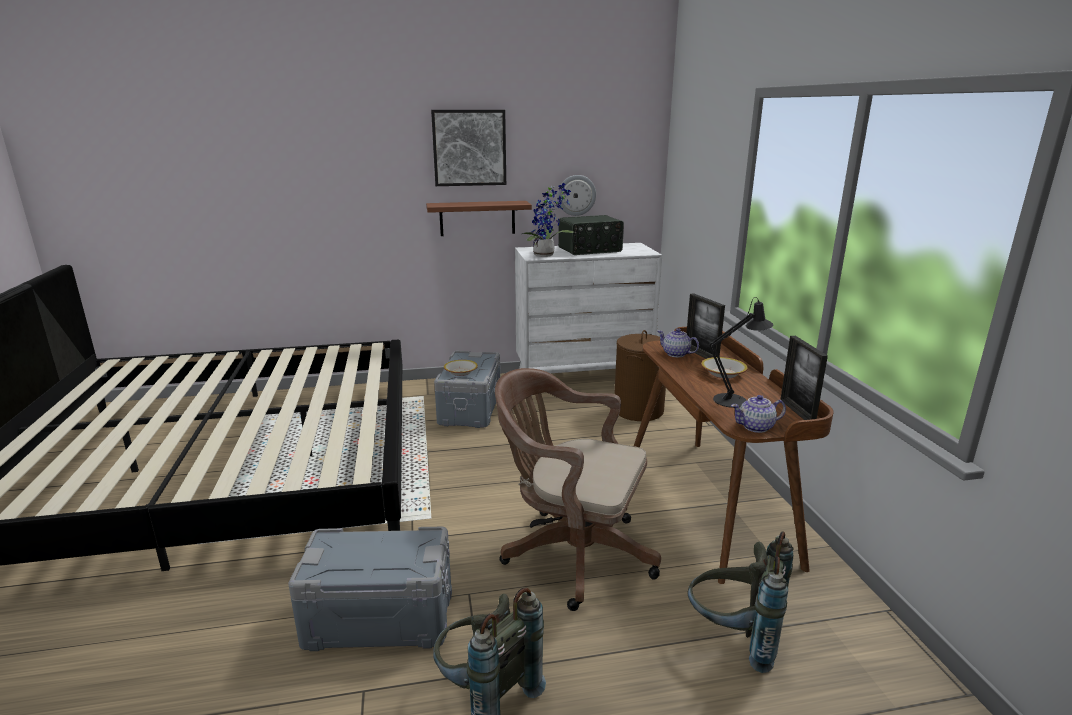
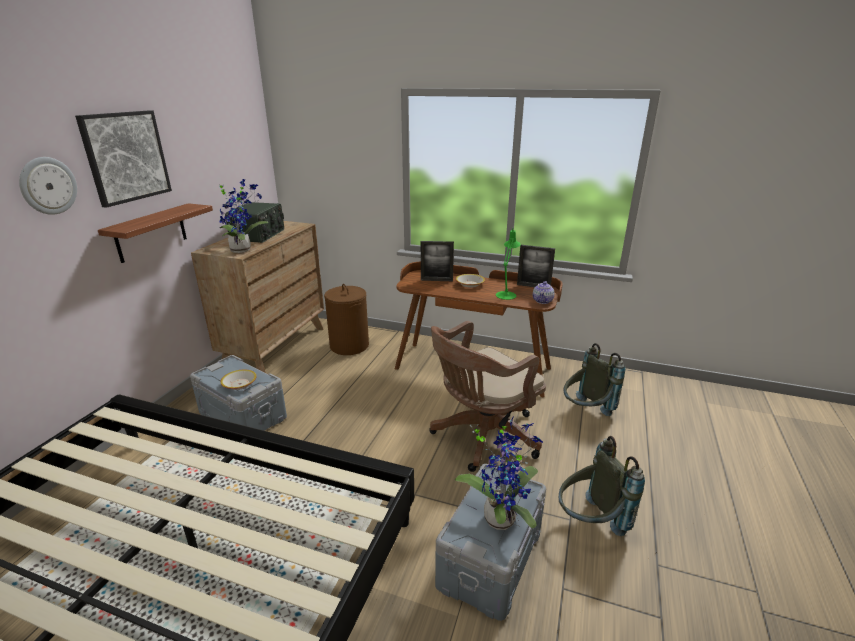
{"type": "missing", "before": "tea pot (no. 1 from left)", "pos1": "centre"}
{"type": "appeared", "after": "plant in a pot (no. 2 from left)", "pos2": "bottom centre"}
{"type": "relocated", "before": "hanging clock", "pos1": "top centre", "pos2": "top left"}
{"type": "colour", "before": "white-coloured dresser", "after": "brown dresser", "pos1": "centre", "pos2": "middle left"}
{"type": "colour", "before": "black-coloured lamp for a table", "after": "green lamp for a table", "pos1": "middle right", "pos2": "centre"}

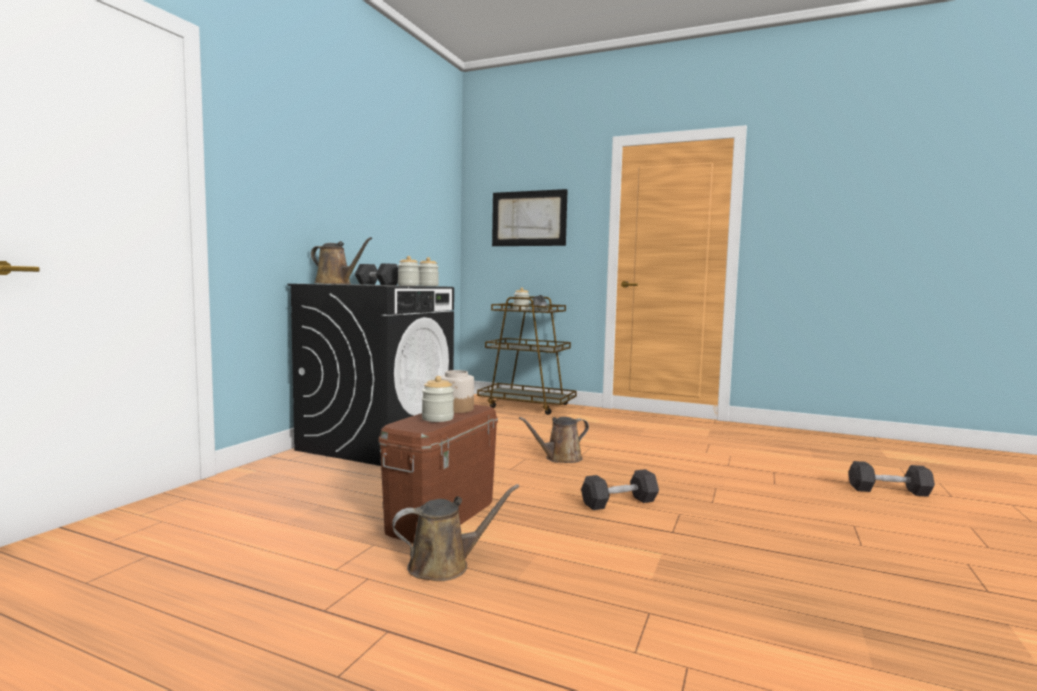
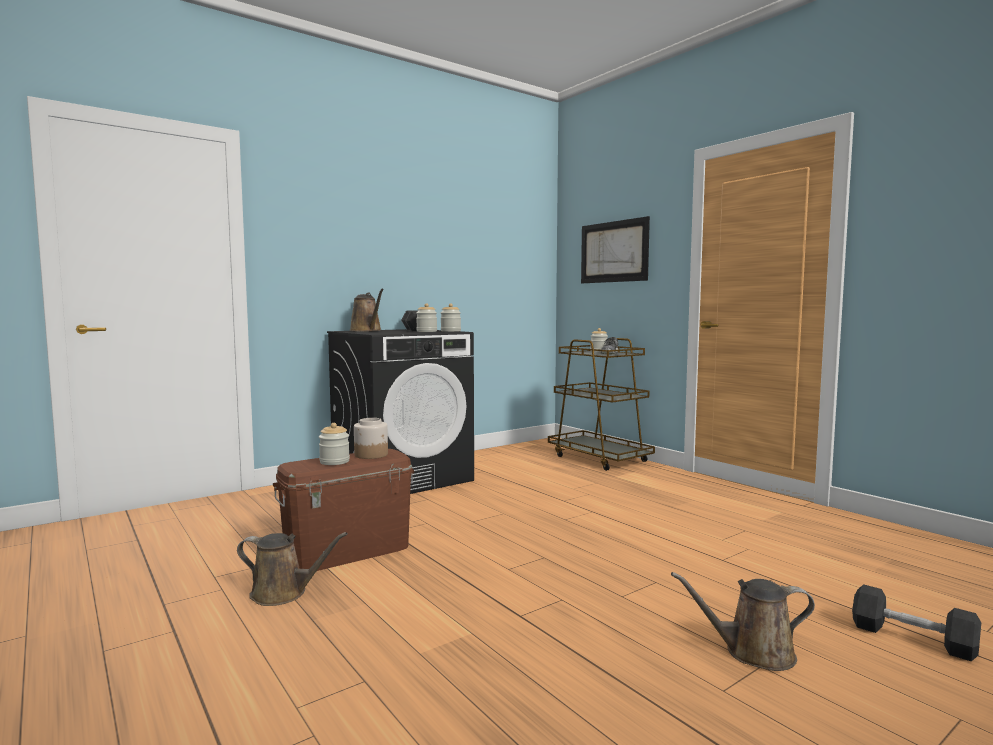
{"type": "missing", "before": "black-coloured hand weight (no. 2 from left)", "pos1": "bottom centre"}
{"type": "relocated", "before": "brown sprinkling can (no. 3 from left)", "pos1": "centre", "pos2": "bottom right"}

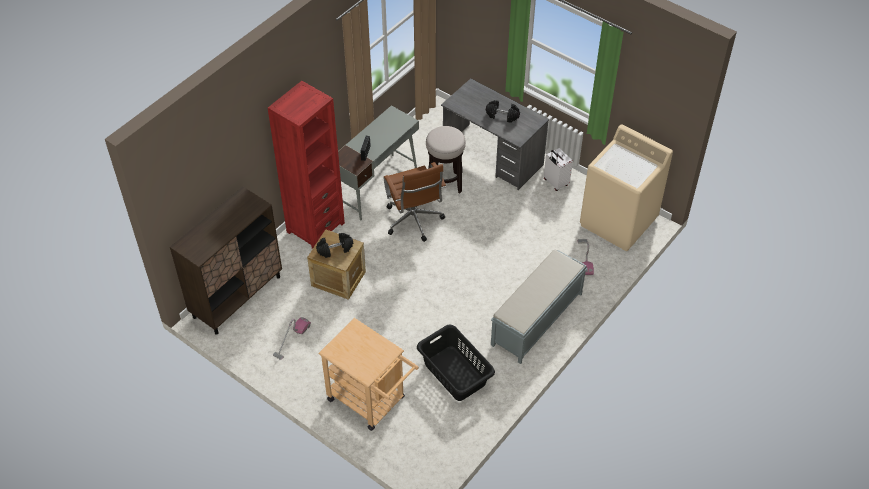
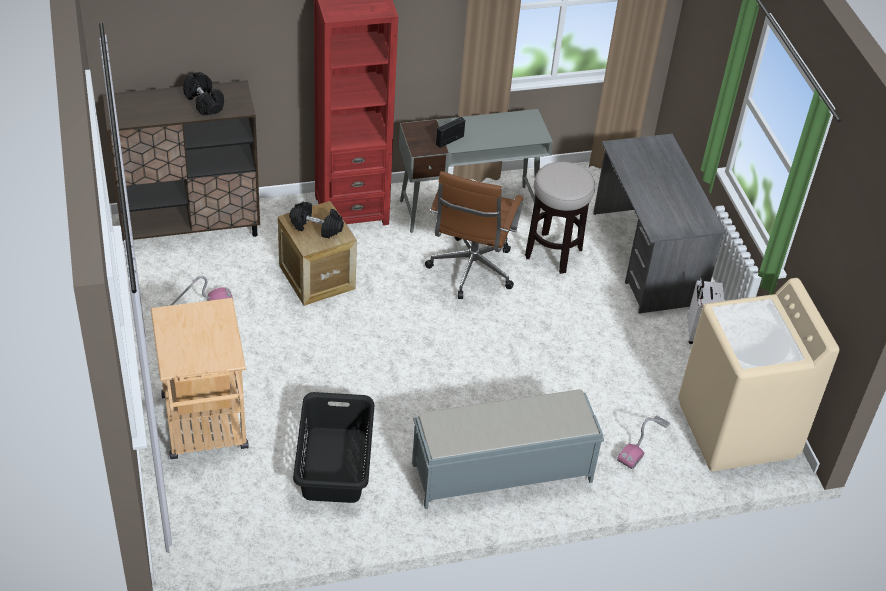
{"type": "relocated", "before": "black-coloured hand weight (no. 2 from left in the first image)", "after": "black-coloured hand weight (no. 1 from left)", "pos1": "top centre", "pos2": "top left"}

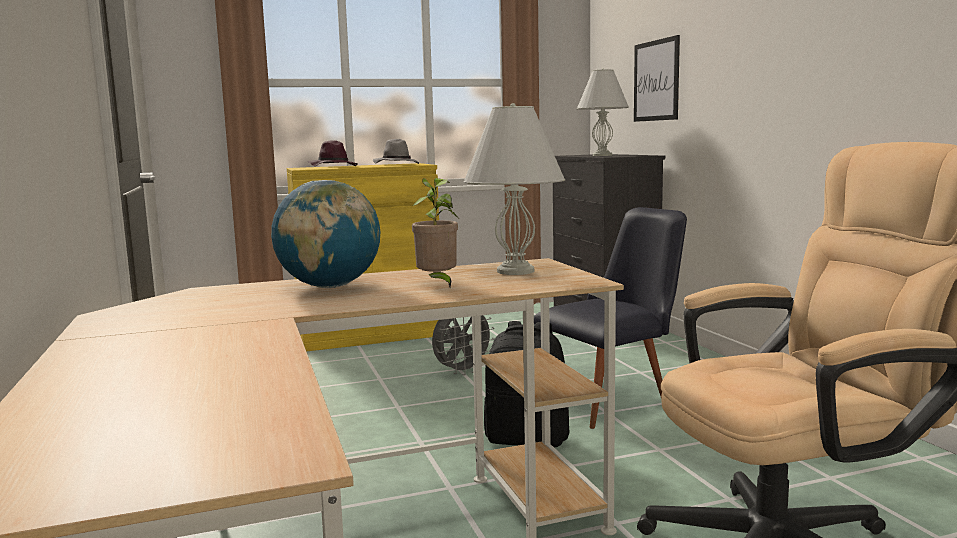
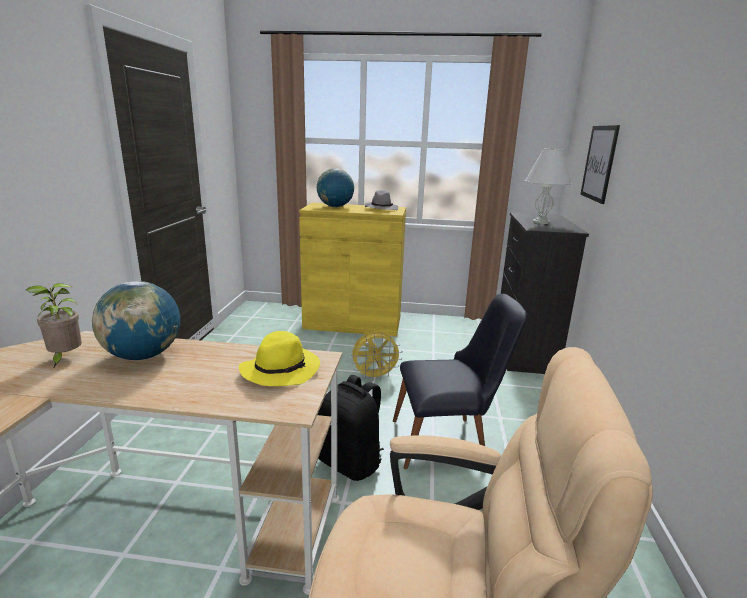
{"type": "relocated", "before": "plant in a pot", "pos1": "centre", "pos2": "middle left"}
{"type": "exchanged", "before": "purplish hat", "after": "desk globe (no. 2 from left)", "pos1": "top centre", "pos2": "top centre"}
{"type": "exchanged", "before": "white-coloured lamp for a table (no. 1 from left)", "after": "yellow-coloured hat", "pos1": "centre", "pos2": "centre"}
{"type": "colour", "before": "gray electric fan", "after": "yellow-coloured electric fan", "pos1": "centre", "pos2": "centre"}

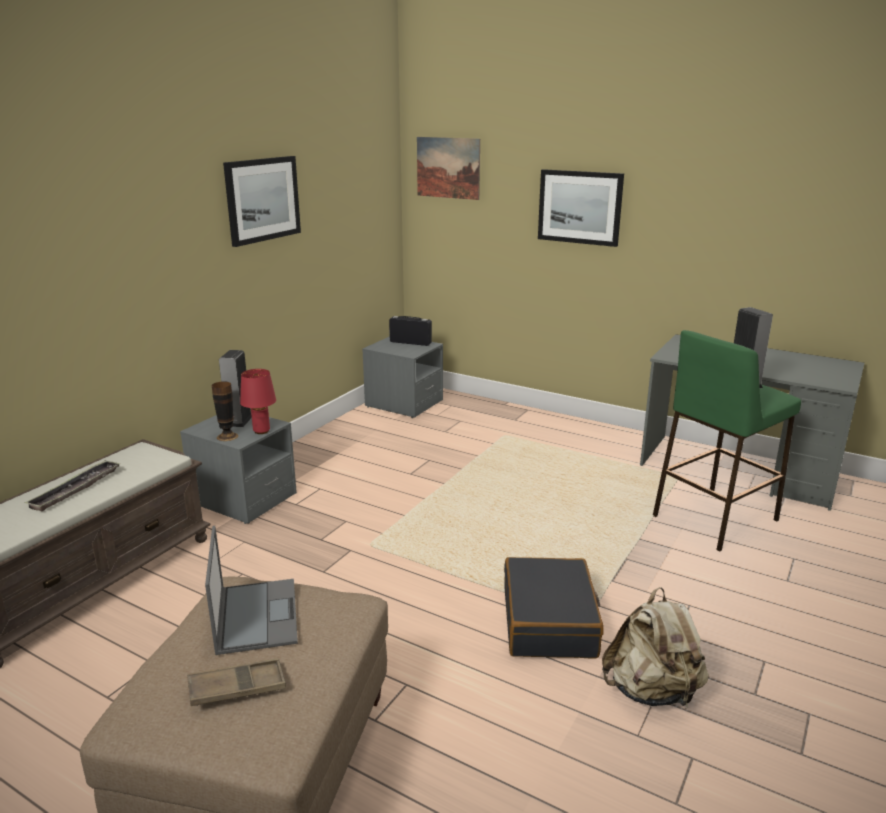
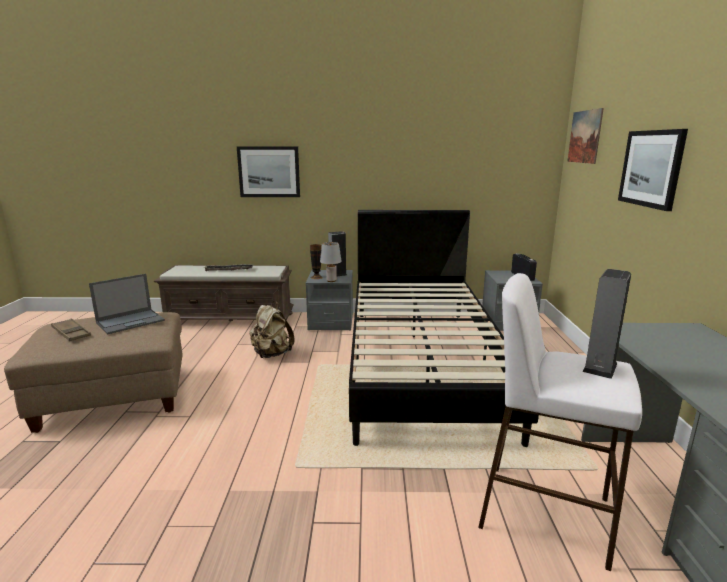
{"type": "missing", "before": "black-coloured piece of luggage", "pos1": "bottom centre"}
{"type": "appeared", "after": "black-coloured sleeping bed", "pos2": "centre"}
{"type": "relocated", "before": "wall picture (no. 1 from left)", "pos1": "top left", "pos2": "top centre"}
{"type": "relocated", "before": "beige backpack", "pos1": "bottom right", "pos2": "centre"}
{"type": "colour", "before": "red lamp for a table", "after": "gray lamp for a table", "pos1": "middle left", "pos2": "centre"}
{"type": "colour", "before": "green stool seat", "after": "white-coloured stool seat", "pos1": "middle right", "pos2": "bottom right"}

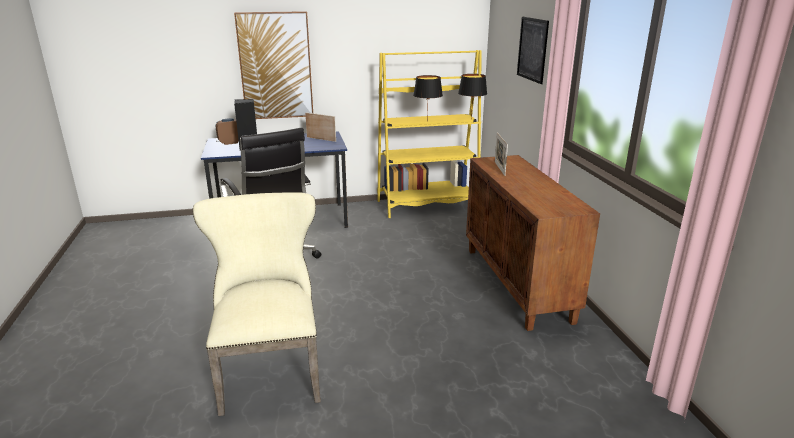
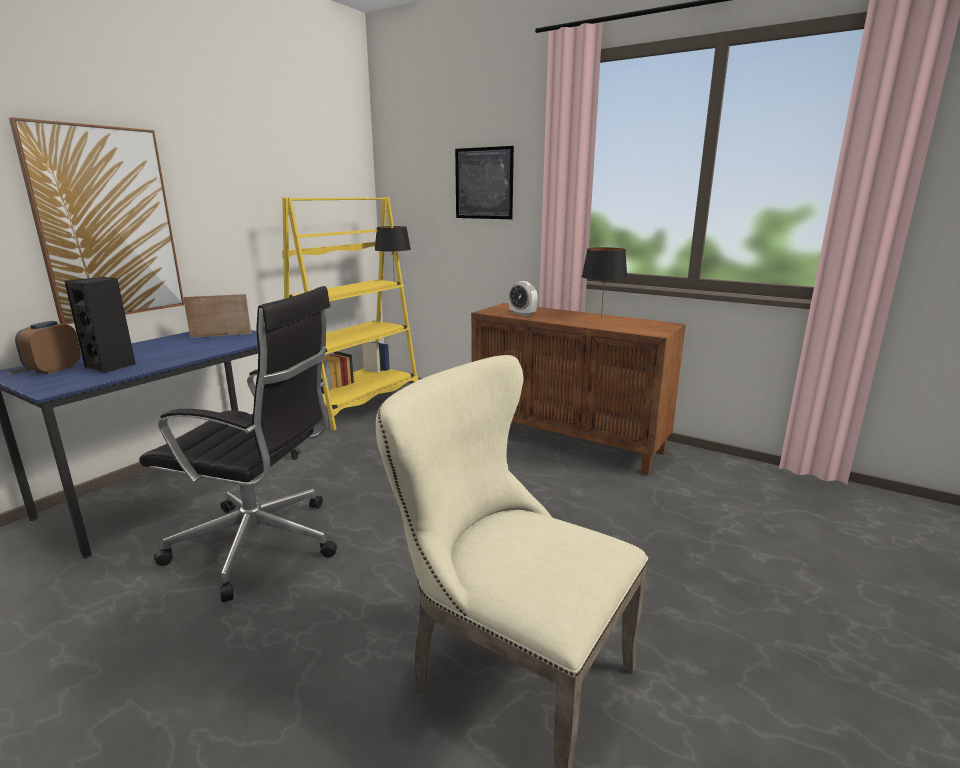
{"type": "relocated", "before": "black-coloured lamp for a table (no. 1 from left in the first image)", "after": "black-coloured lamp for a table (no. 2 from left)", "pos1": "top centre", "pos2": "centre"}
{"type": "exchanged", "before": "photo frame (no. 2 from left)", "after": "alarm clock (no. 2 from left)", "pos1": "centre", "pos2": "centre"}

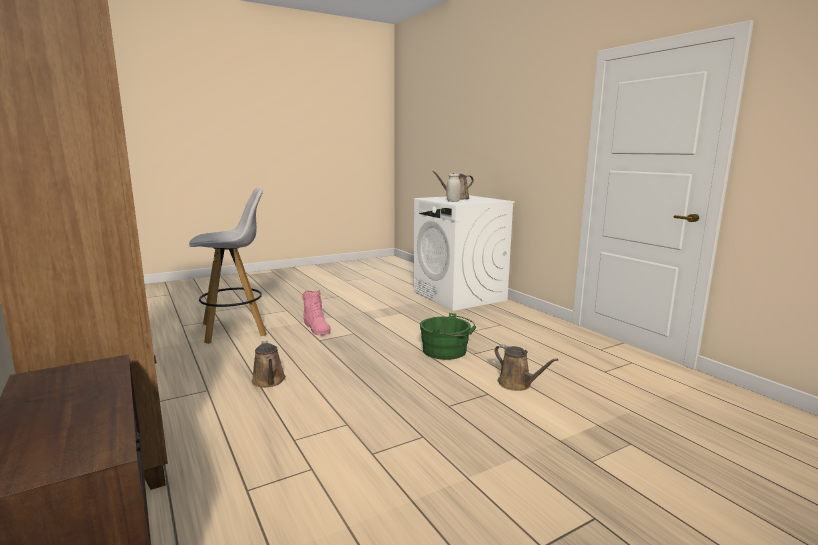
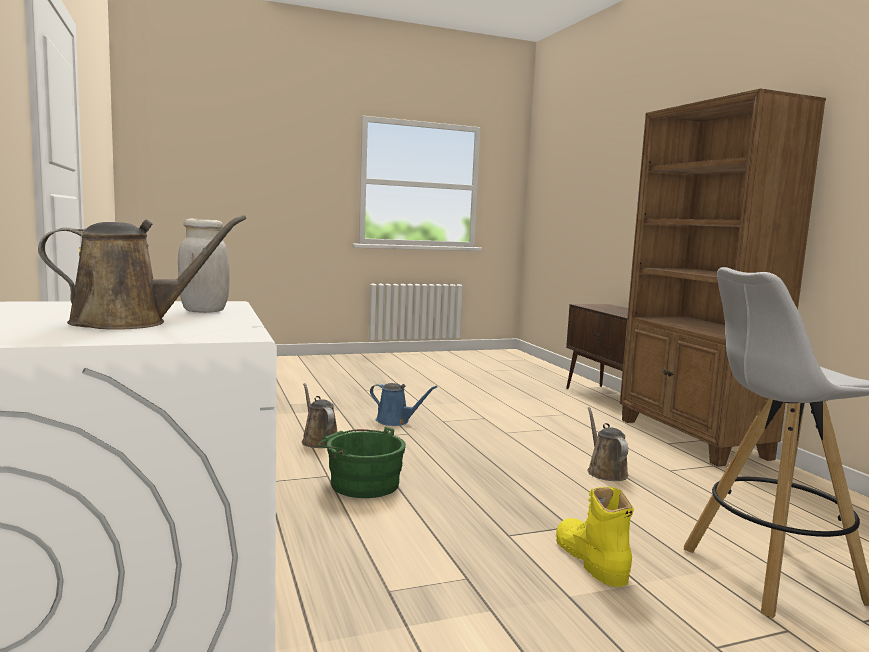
{"type": "appeared", "after": "blue sprinkling can", "pos2": "centre"}
{"type": "colour", "before": "pink-coloured tall boot", "after": "yellow-coloured tall boot", "pos1": "centre", "pos2": "bottom right"}

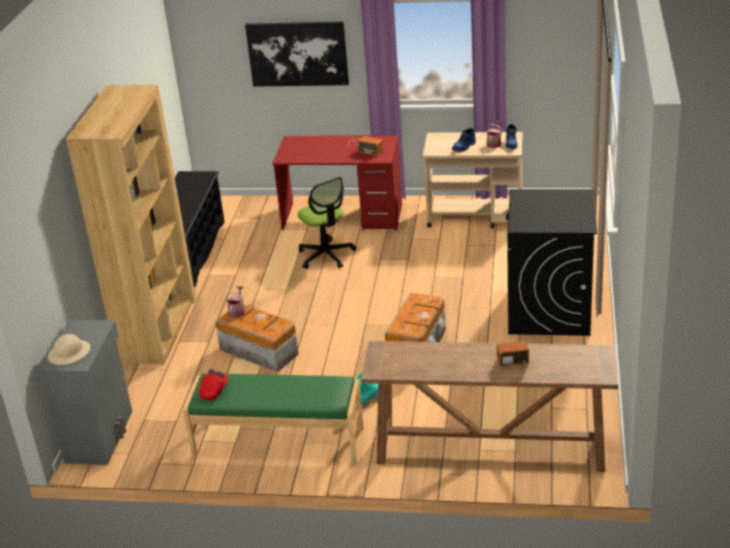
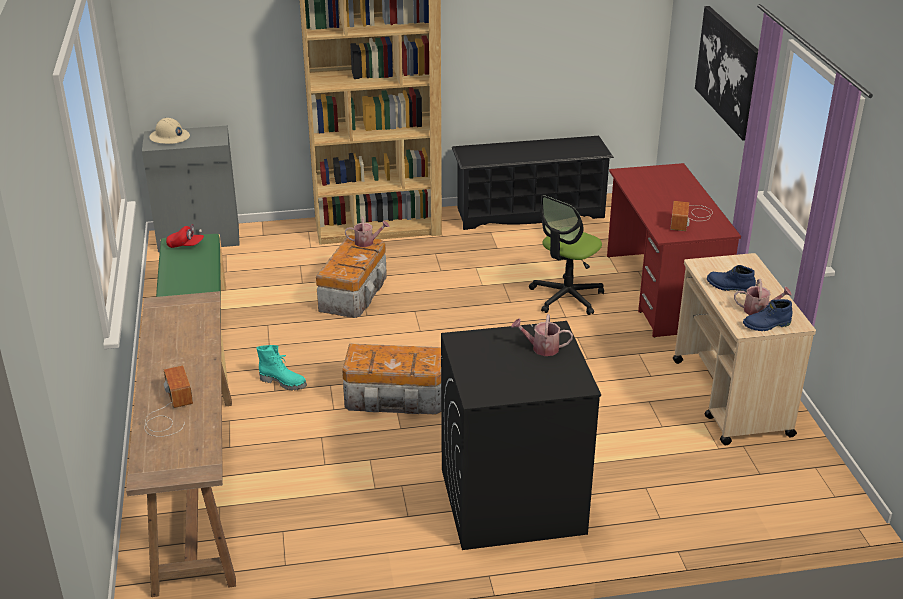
{"type": "appeared", "after": "sprinkling can (no. 2 from left)", "pos2": "centre"}

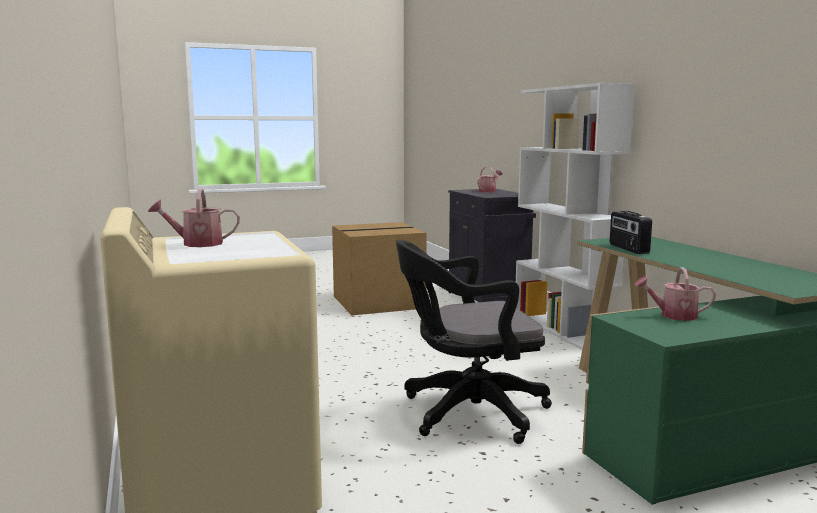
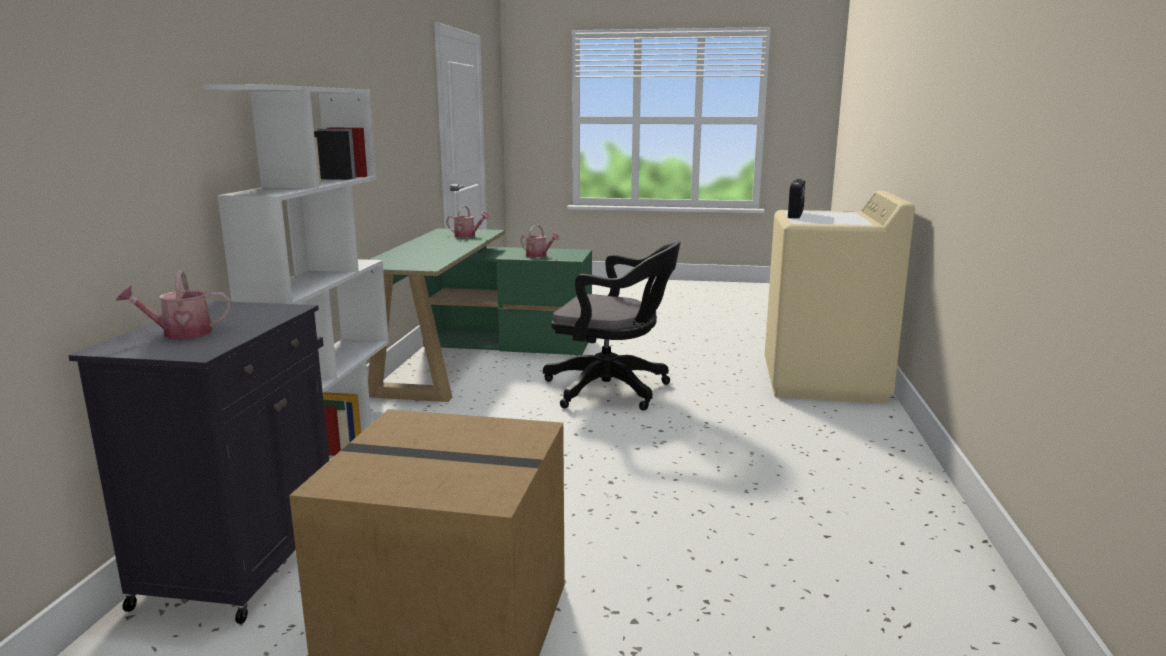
{"type": "relocated", "before": "sprinkling can (no. 1 from left in the first image)", "after": "sprinkling can (no. 2 from left)", "pos1": "middle left", "pos2": "centre"}
{"type": "relocated", "before": "radio receiver", "pos1": "middle right", "pos2": "top right"}

